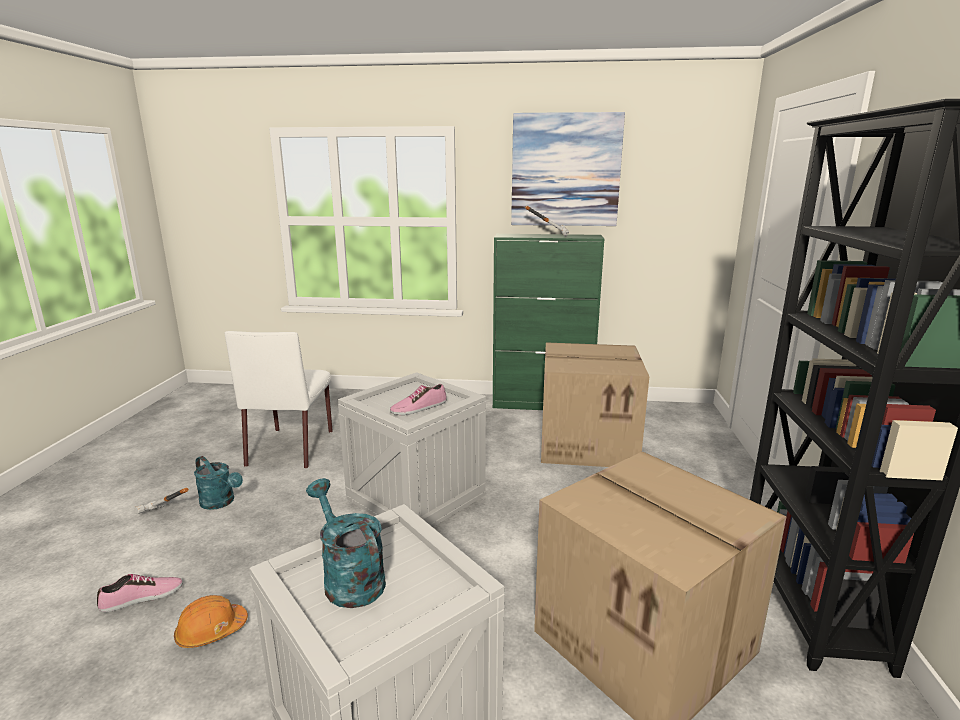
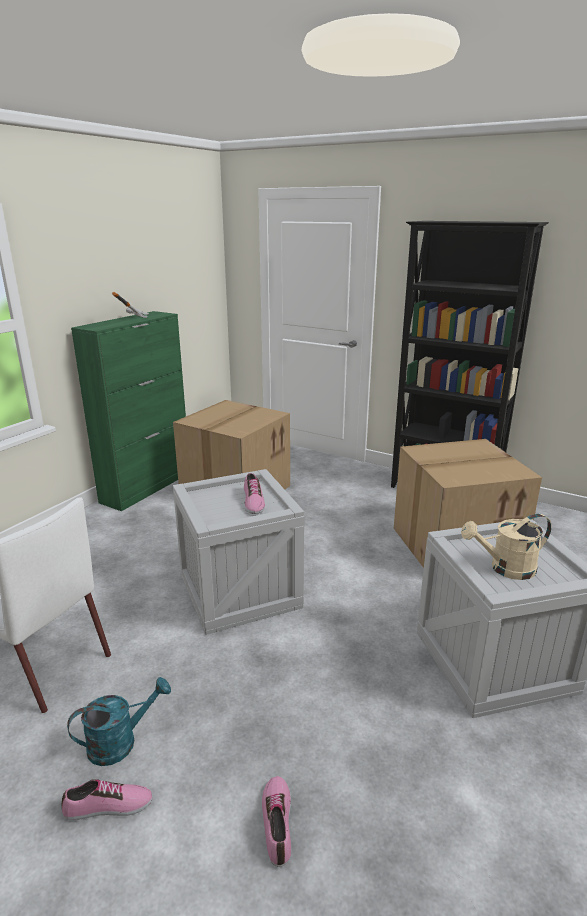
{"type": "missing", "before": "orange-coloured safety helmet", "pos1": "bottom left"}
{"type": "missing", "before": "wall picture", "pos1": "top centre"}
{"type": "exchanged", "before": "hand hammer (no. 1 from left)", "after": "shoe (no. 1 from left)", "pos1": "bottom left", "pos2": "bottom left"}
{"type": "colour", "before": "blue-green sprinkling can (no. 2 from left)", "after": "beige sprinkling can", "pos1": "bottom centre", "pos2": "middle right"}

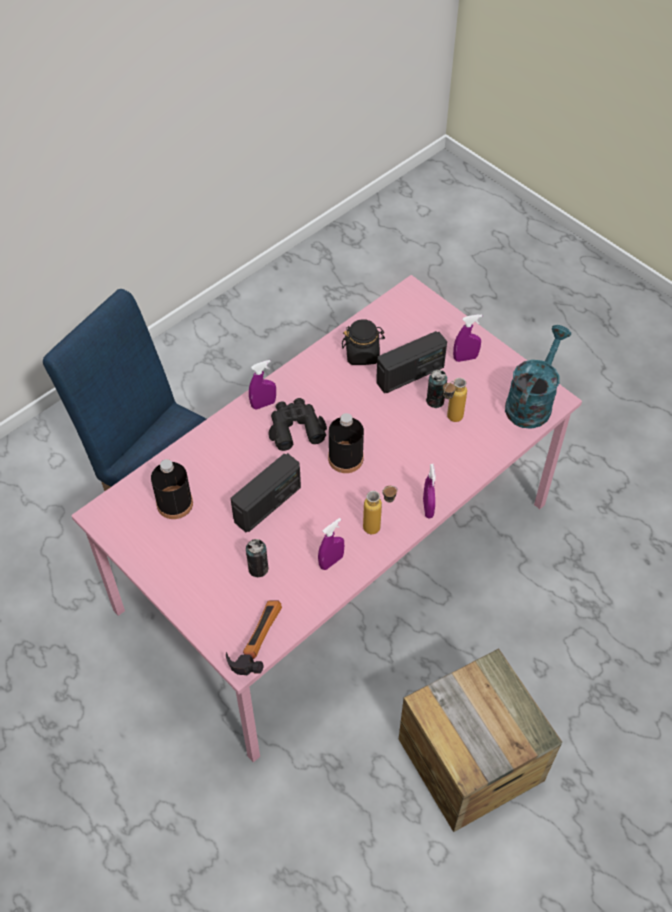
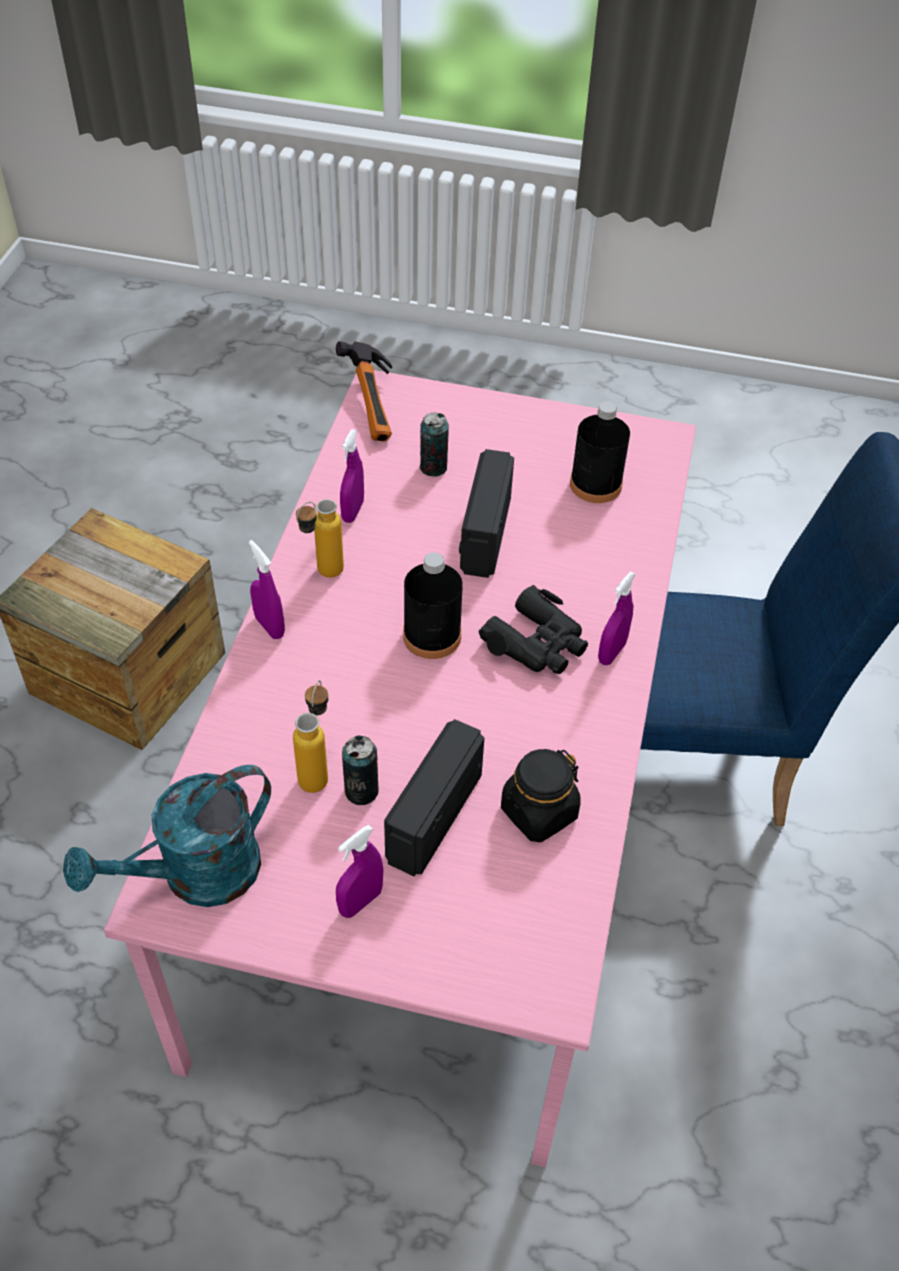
{"type": "spun", "before": "blue-green sprinkling can", "pos1": "middle right", "pos2": "middle left", "turn": 60}

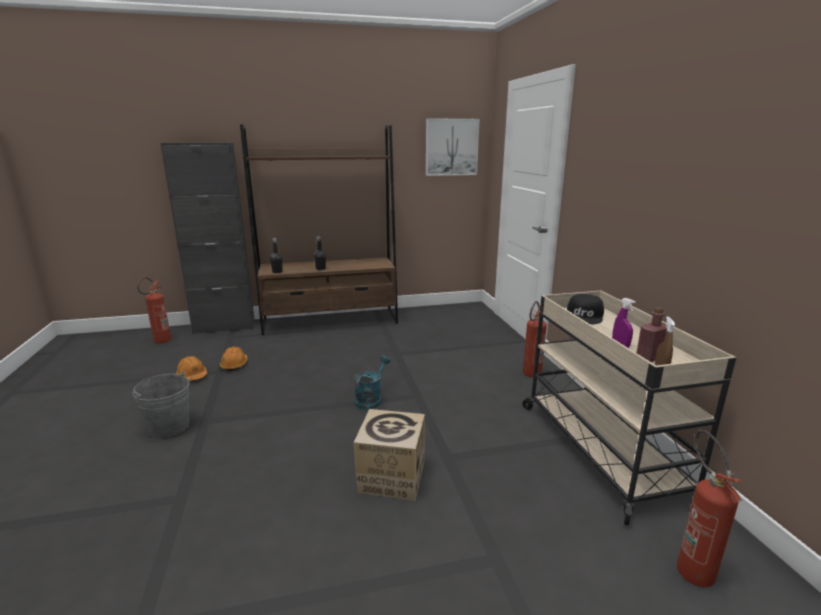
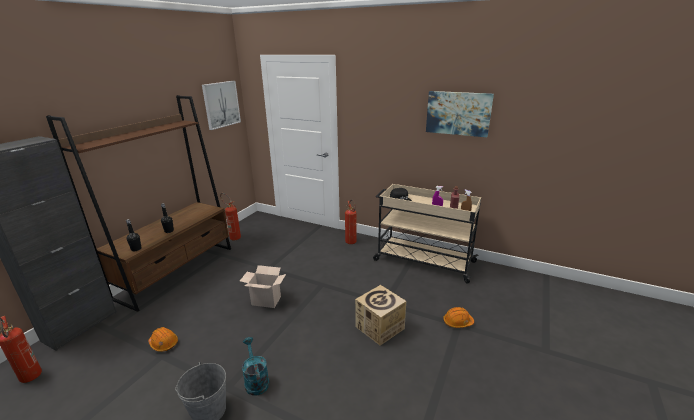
{"type": "appeared", "after": "cardboard box (no. 1 from left)", "pos2": "bottom centre"}
{"type": "appeared", "after": "wall picture (no. 2 from left)", "pos2": "top centre"}
{"type": "relocated", "before": "orange-coloured safety helmet (no. 1 from left in the first image)", "after": "orange-coloured safety helmet (no. 2 from left)", "pos1": "middle left", "pos2": "bottom centre"}
{"type": "relocated", "before": "blue-green sprinkling can", "pos1": "centre", "pos2": "bottom centre"}
{"type": "relocated", "before": "fire extinguisher (no. 3 from left in the first image)", "after": "fire extinguisher (no. 2 from left)", "pos1": "bottom right", "pos2": "middle left"}

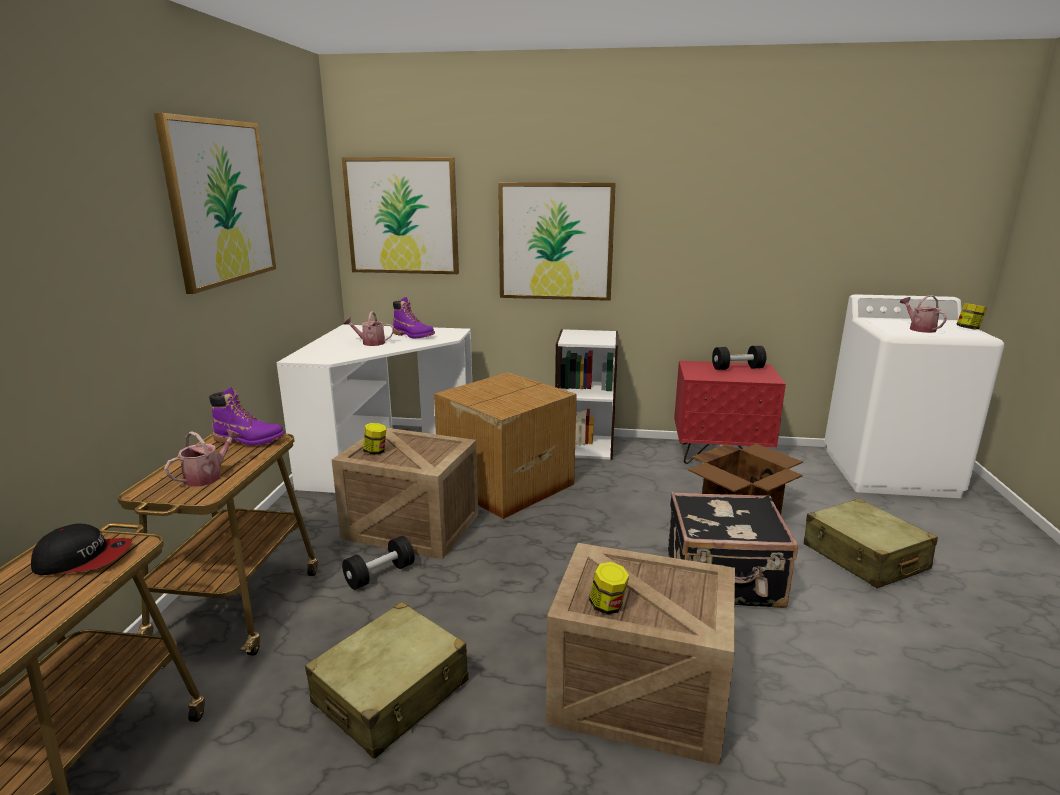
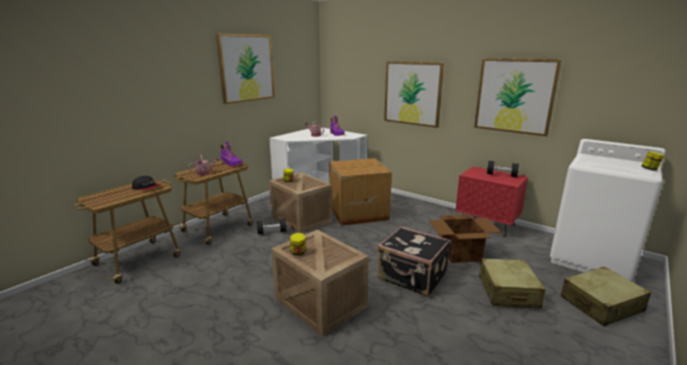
{"type": "missing", "before": "white-coloured bookcase", "pos1": "centre"}
{"type": "missing", "before": "sprinkling can (no. 3 from left)", "pos1": "middle right"}
{"type": "relocated", "before": "beige piece of luggage (no. 1 from left in the first image)", "after": "beige piece of luggage (no. 2 from left)", "pos1": "bottom centre", "pos2": "bottom right"}
{"type": "relocated", "before": "wall picture (no. 2 from left in the first image)", "after": "wall picture (no. 3 from left)", "pos1": "top centre", "pos2": "top right"}

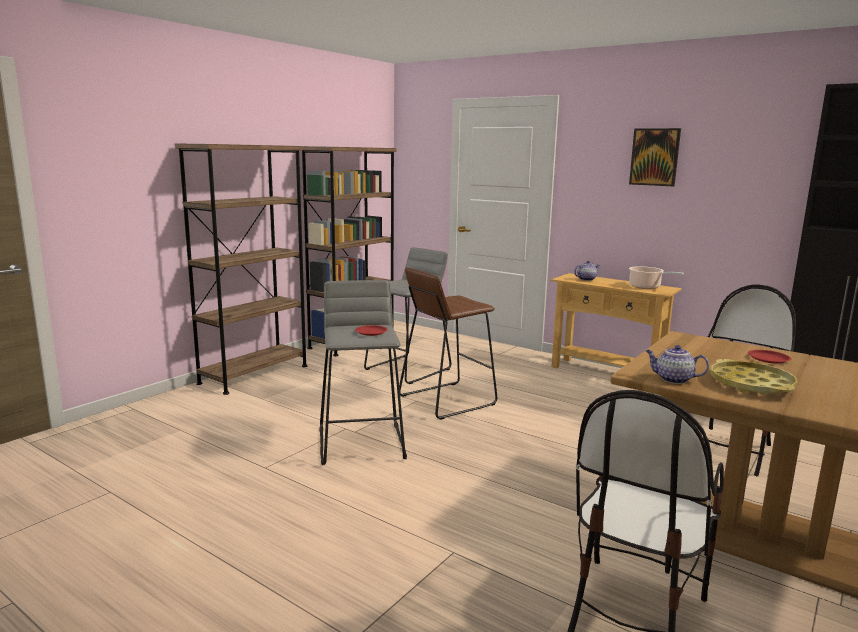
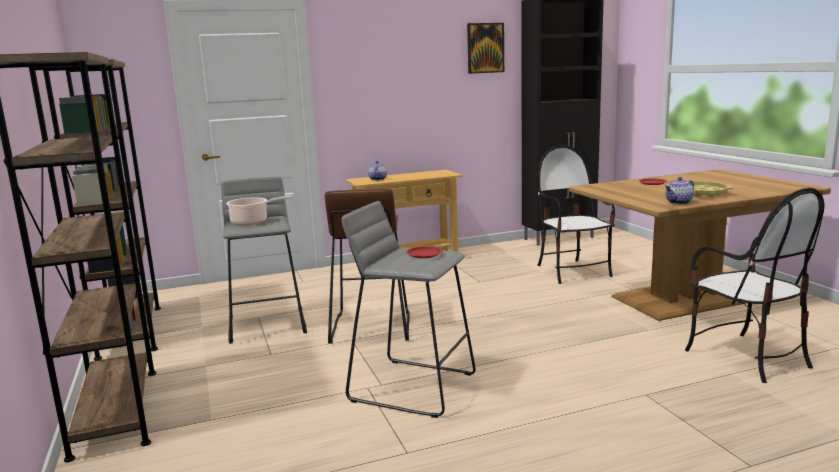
{"type": "relocated", "before": "wall picture", "pos1": "top right", "pos2": "top centre"}
{"type": "relocated", "before": "stockpot", "pos1": "middle right", "pos2": "middle left"}

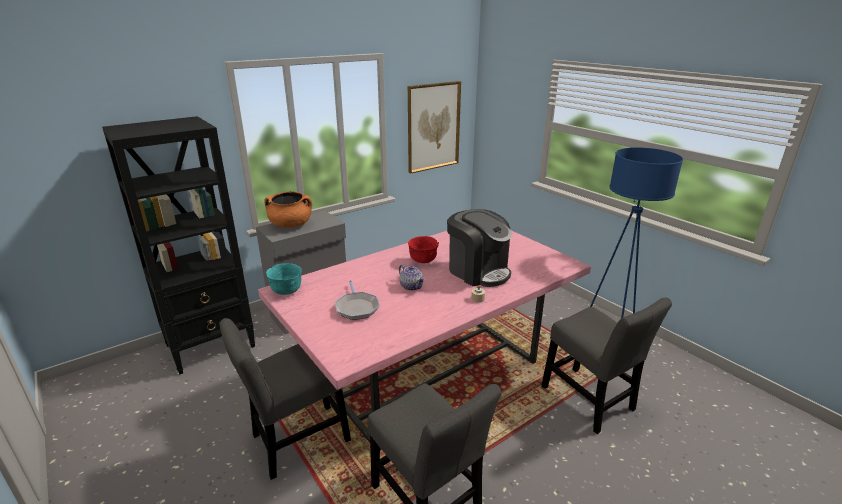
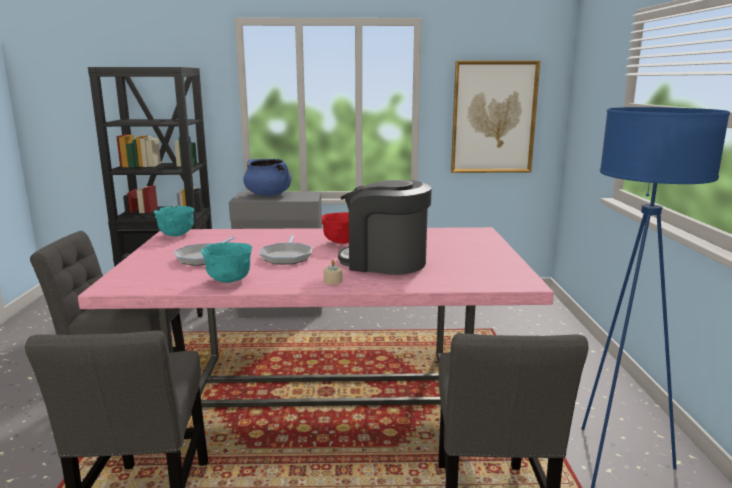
{"type": "appeared", "after": "blue-green bowl (no. 2 from left)", "pos2": "middle left"}
{"type": "exchanged", "before": "tea pot", "after": "frying pan (no. 2 from left)", "pos1": "centre", "pos2": "centre"}
{"type": "colour", "before": "orange-coloured stockpot", "after": "blue stockpot", "pos1": "centre", "pos2": "centre"}
{"type": "spun", "before": "coffee maker", "pos1": "centre", "pos2": "centre", "turn": 120}

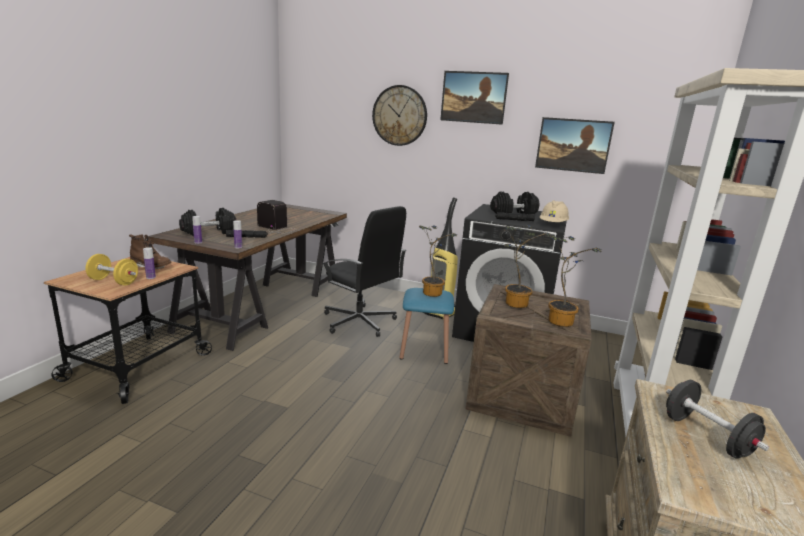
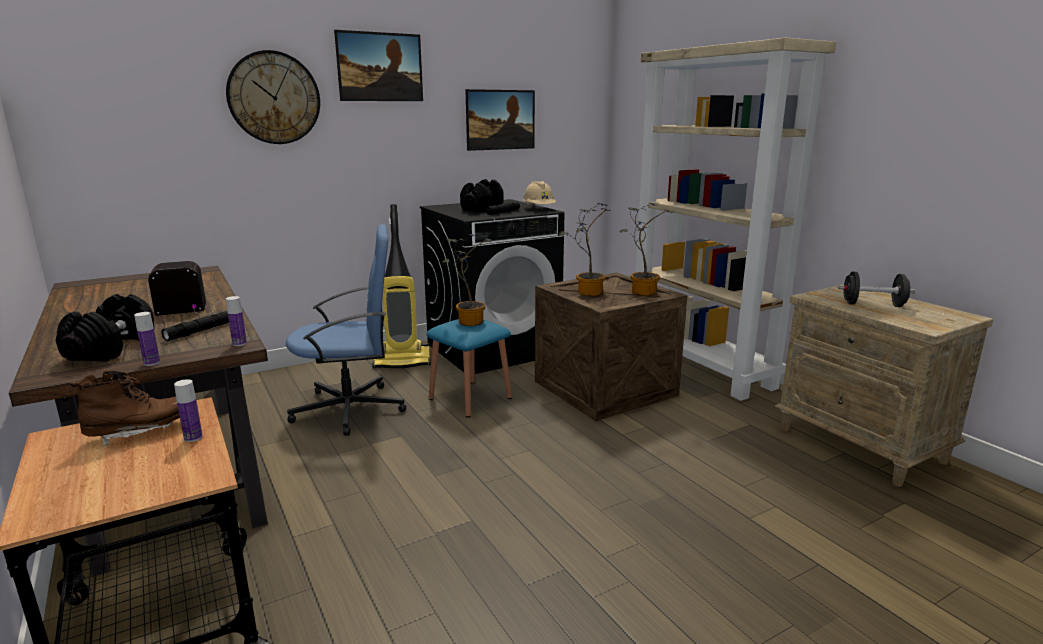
{"type": "missing", "before": "yellow-coloured hand weight", "pos1": "middle left"}
{"type": "colour", "before": "black-coloured desk chair", "after": "blue desk chair", "pos1": "centre", "pos2": "middle left"}

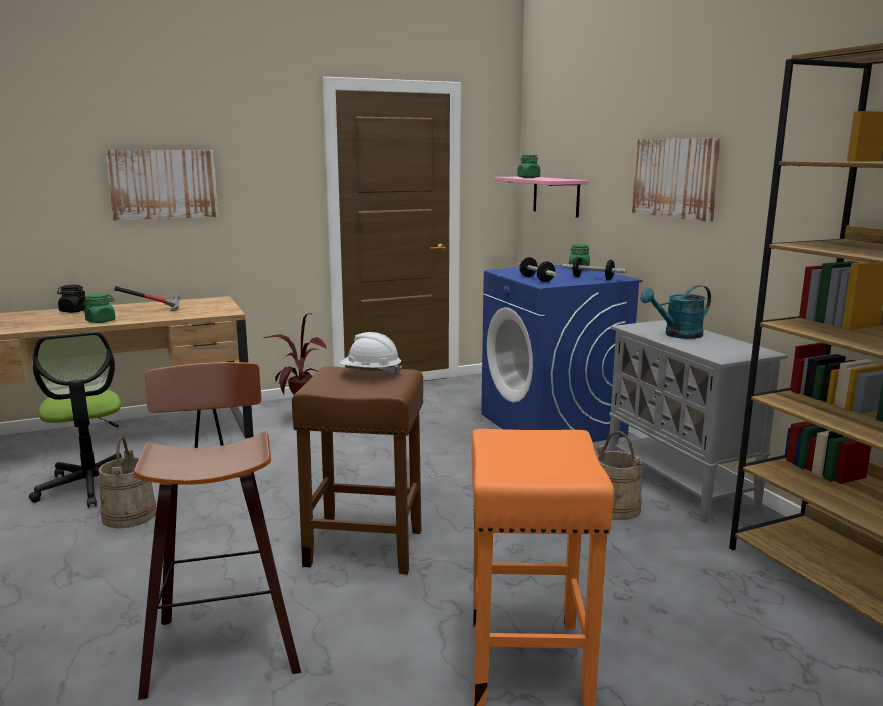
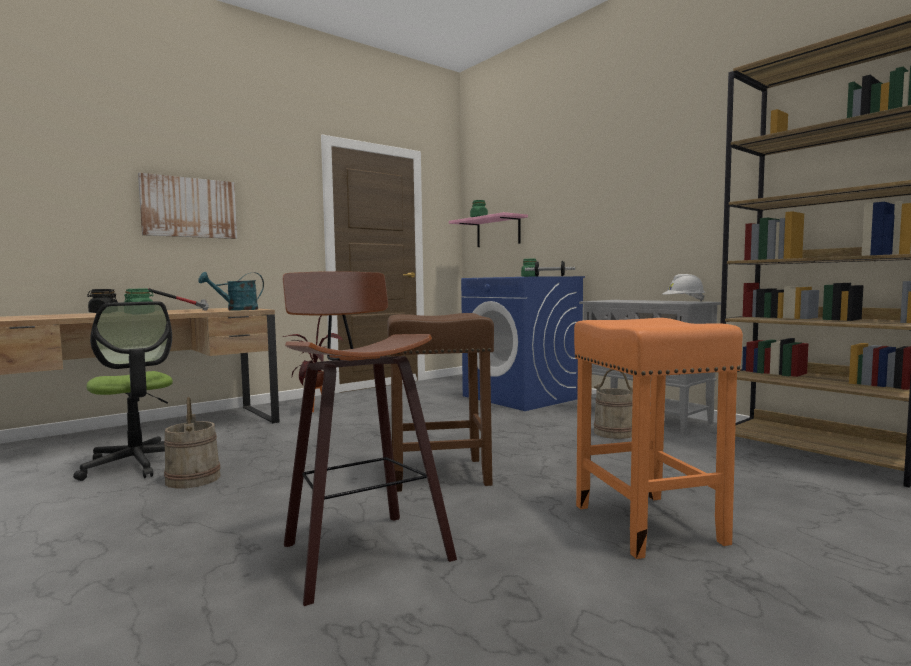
{"type": "missing", "before": "hand weight (no. 1 from left)", "pos1": "centre"}
{"type": "missing", "before": "wall picture (no. 2 from left)", "pos1": "top right"}
{"type": "relocated", "before": "white-coloured safety helmet", "pos1": "centre", "pos2": "middle right"}
{"type": "relocated", "before": "blue-green sprinkling can", "pos1": "middle right", "pos2": "middle left"}

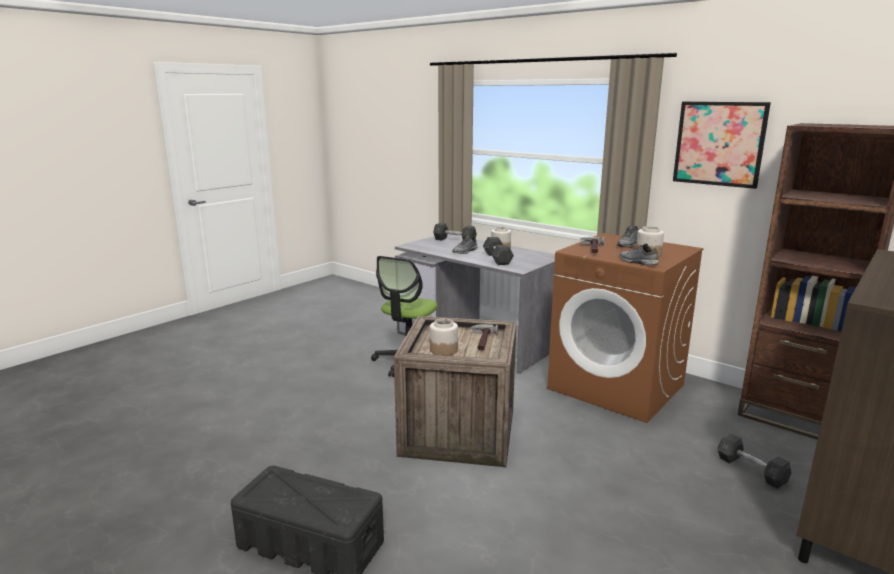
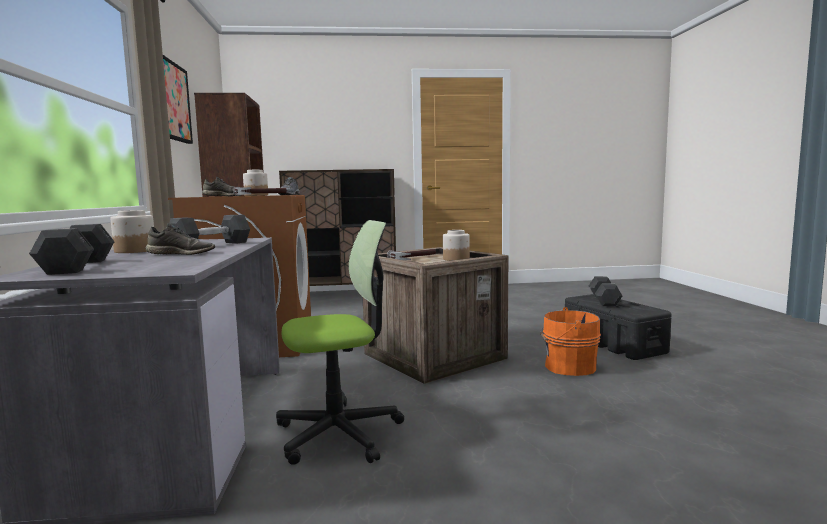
{"type": "appeared", "after": "orange-coloured water bucket", "pos2": "middle right"}
{"type": "relocated", "before": "gray hand weight (no. 3 from left)", "pos1": "bottom right", "pos2": "middle right"}

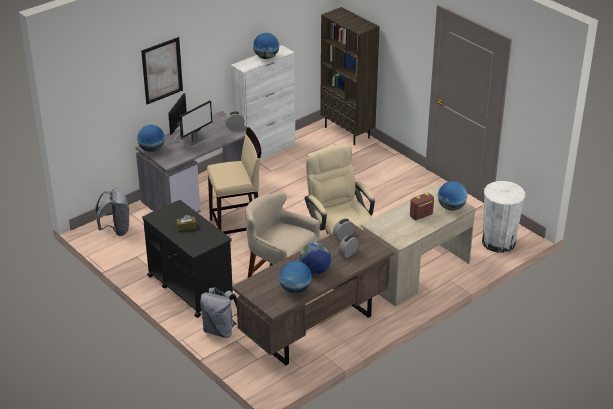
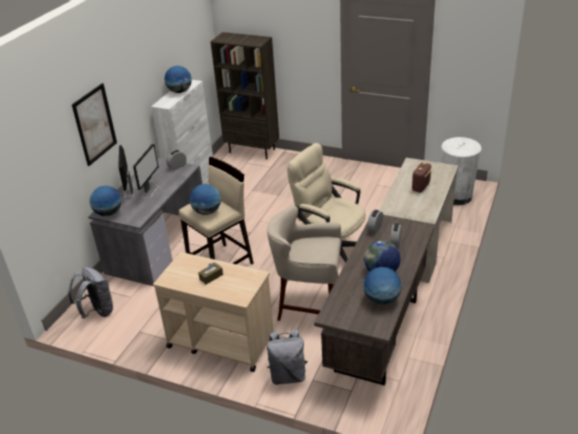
{"type": "relocated", "before": "desk globe (no. 5 from left in the first image)", "after": "desk globe (no. 3 from left)", "pos1": "middle right", "pos2": "centre"}
{"type": "colour", "before": "black-coloured trolley", "after": "beige trolley", "pos1": "middle left", "pos2": "bottom centre"}

